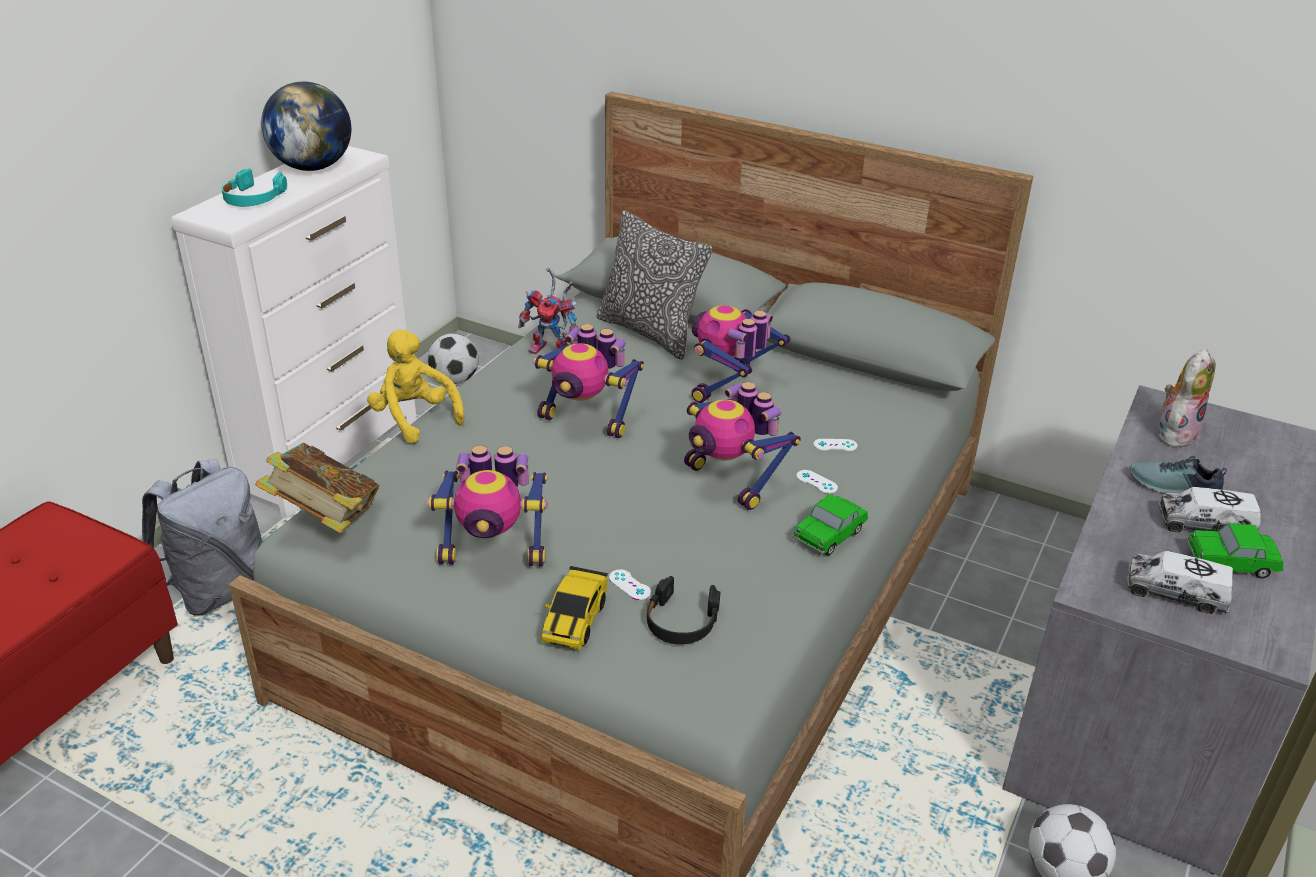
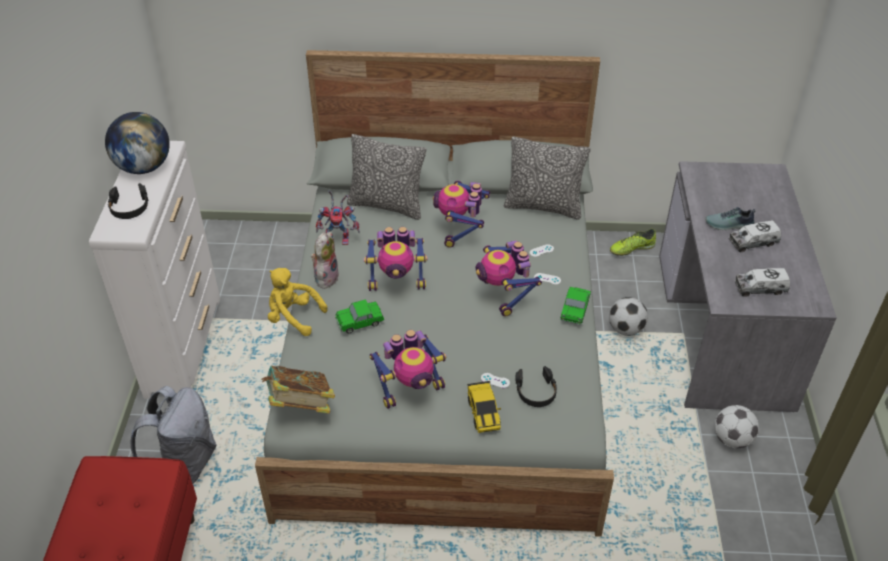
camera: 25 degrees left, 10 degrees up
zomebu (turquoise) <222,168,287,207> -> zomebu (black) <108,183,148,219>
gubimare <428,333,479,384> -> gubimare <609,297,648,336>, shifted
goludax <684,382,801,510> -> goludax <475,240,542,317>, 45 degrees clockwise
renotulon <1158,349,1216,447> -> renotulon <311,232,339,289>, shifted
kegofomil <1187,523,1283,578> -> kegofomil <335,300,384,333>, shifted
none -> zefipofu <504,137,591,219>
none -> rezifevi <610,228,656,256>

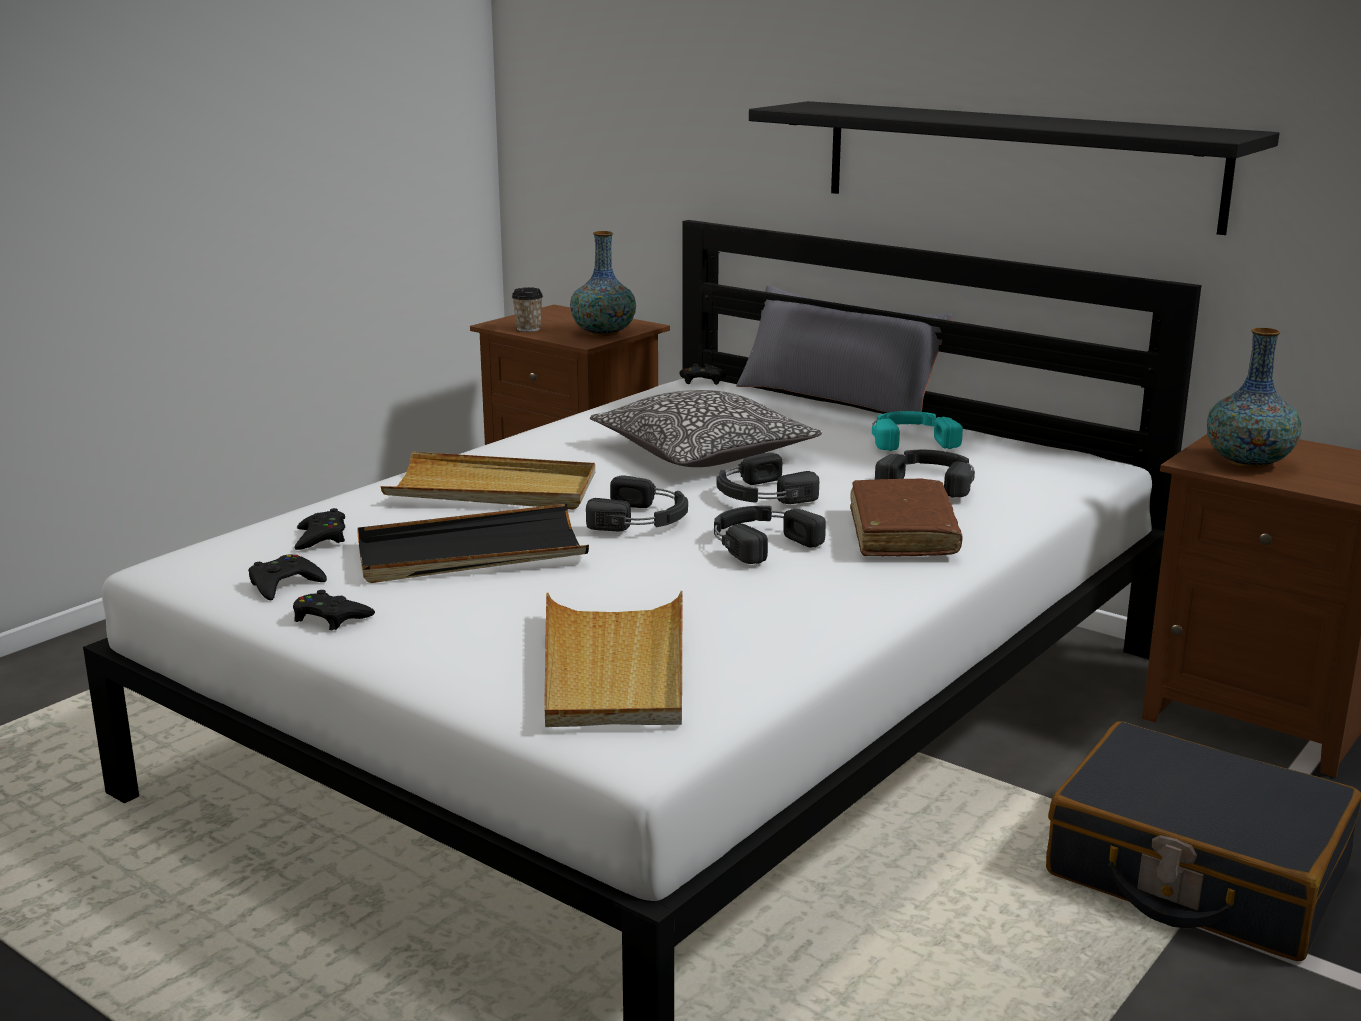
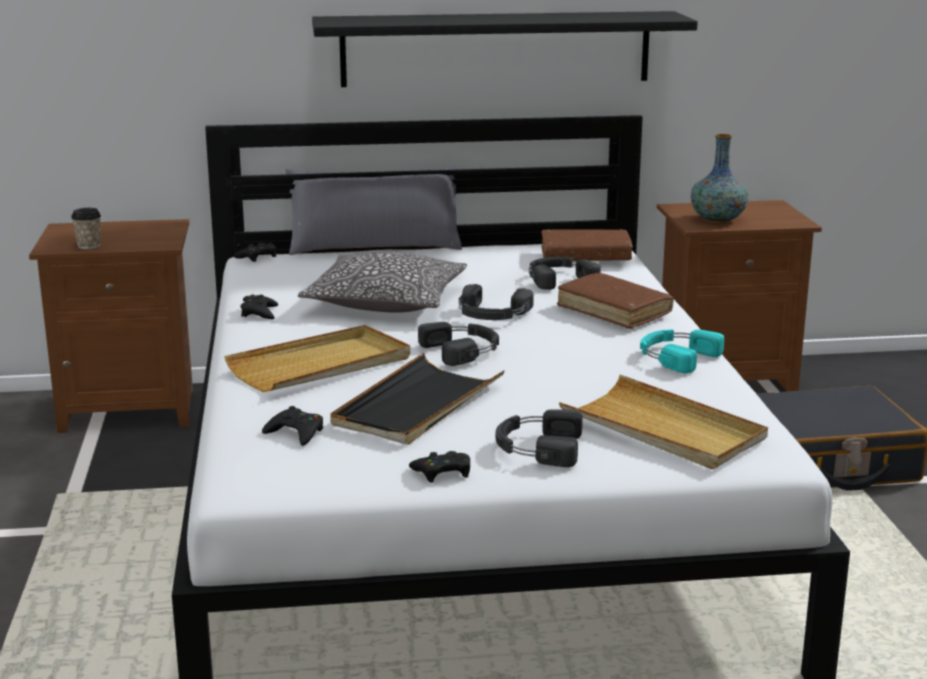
camera: 45 degrees left, 0 degrees up
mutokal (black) <248,554,327,600> -> mutokal (black) <240,294,278,319>, shifted
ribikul <570,231,636,336> -> none
zomebu (black) <714,506,826,564> -> zomebu (black) <496,409,583,467>, shifted
zomebu (turquoise) <872,411,963,451> -> zomebu (turquoise) <640,329,724,374>, shifted
none -> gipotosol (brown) <541,229,633,261>

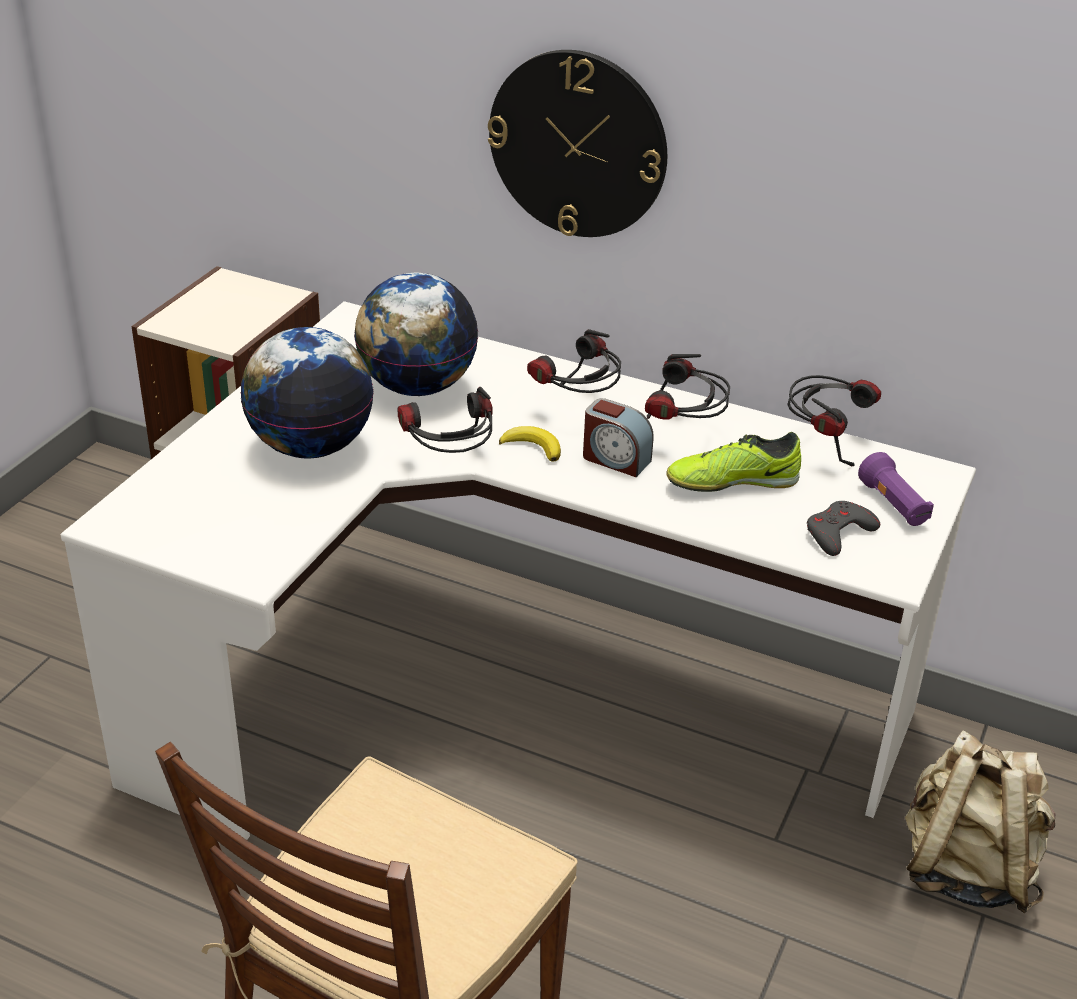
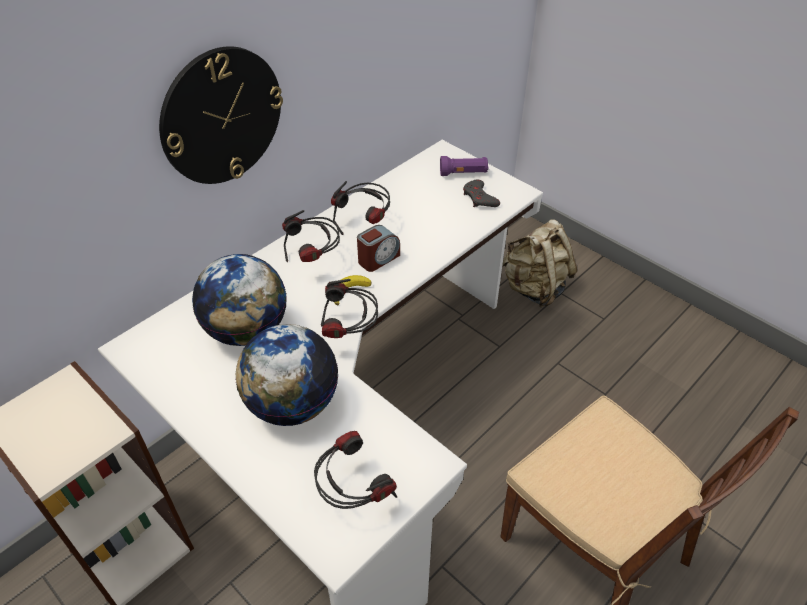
camera: 70 degrees left, 10 degrees up
rezifevi <666,432,801,492> -> none
zomebu <788,375,881,466> -> zomebu <314,431,397,509>, shifted

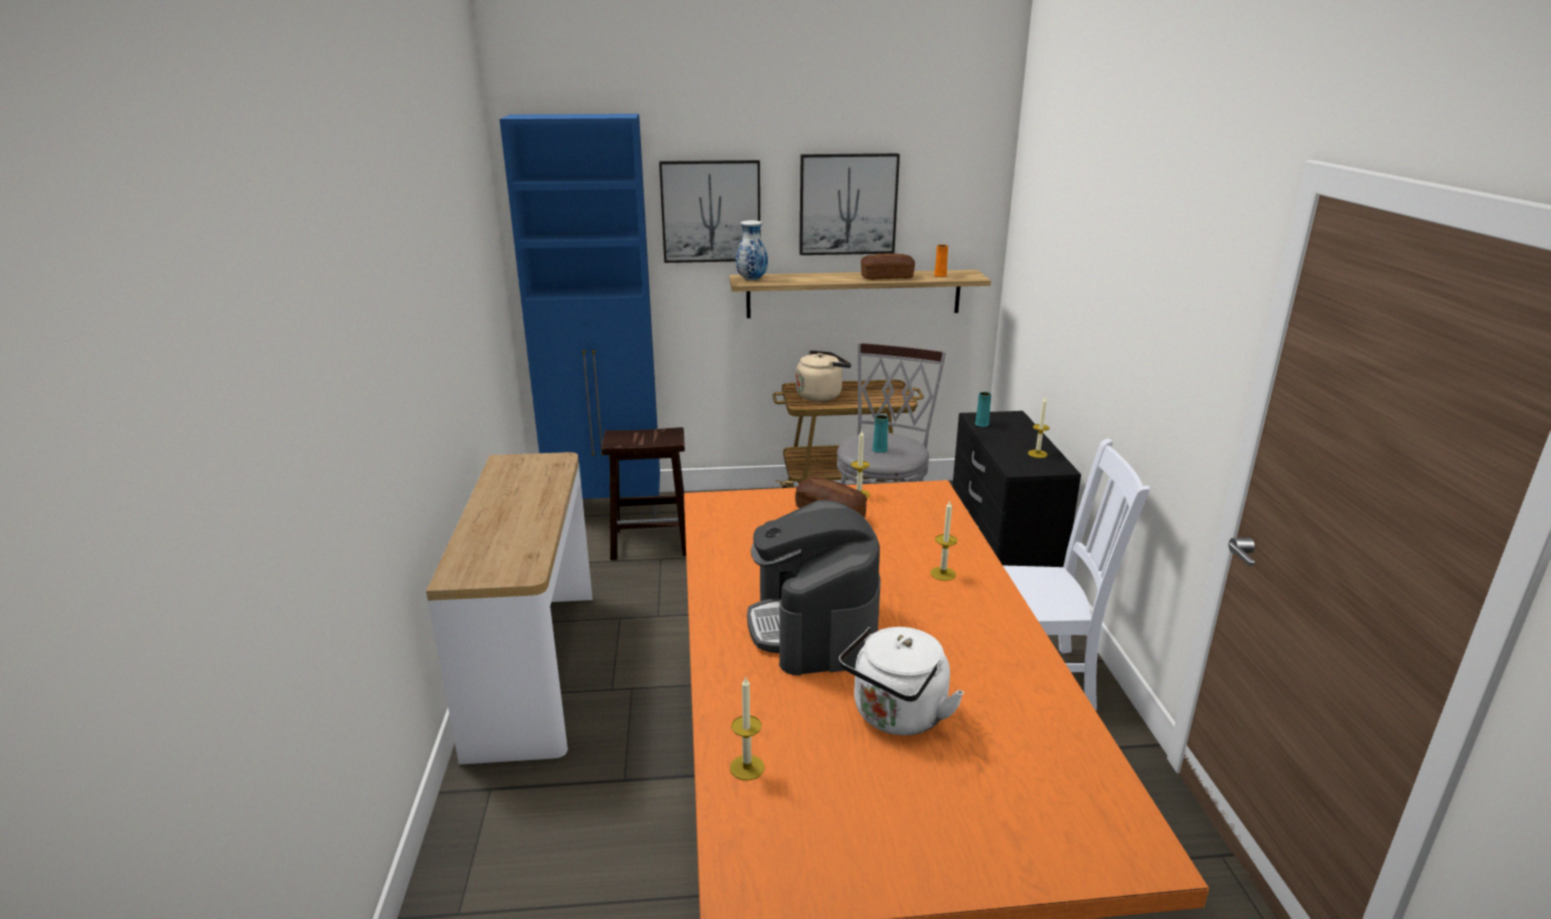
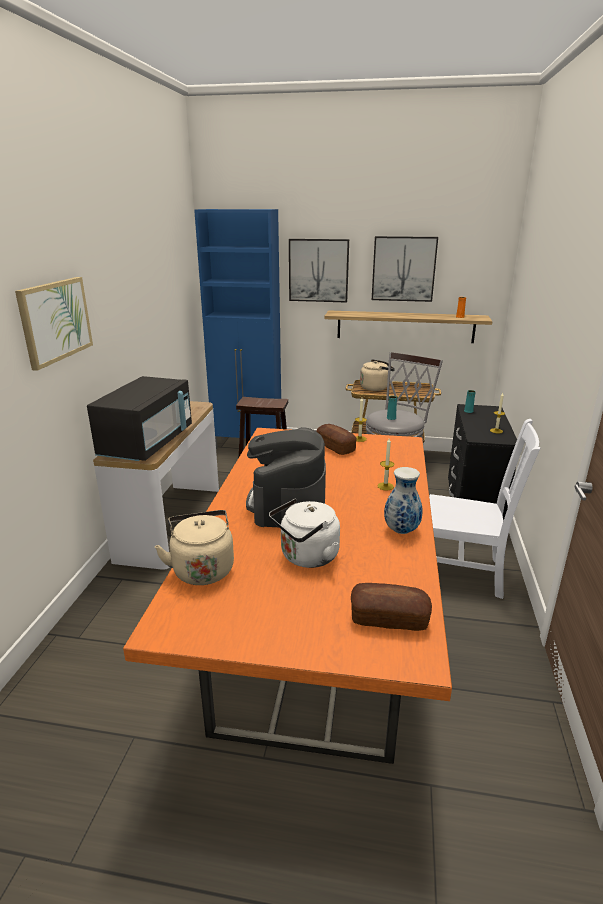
camera: 15 degrees right, 0 degrees up
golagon <730,677,765,781> -> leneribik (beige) <155,510,234,585>
ribikul <736,220,768,281> -> ribikul <384,467,423,534>, shifted
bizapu <861,253,915,280> -> bizapu <351,583,432,631>, shifted
none -> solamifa <15,277,93,371>
none -> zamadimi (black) <87,376,192,461>

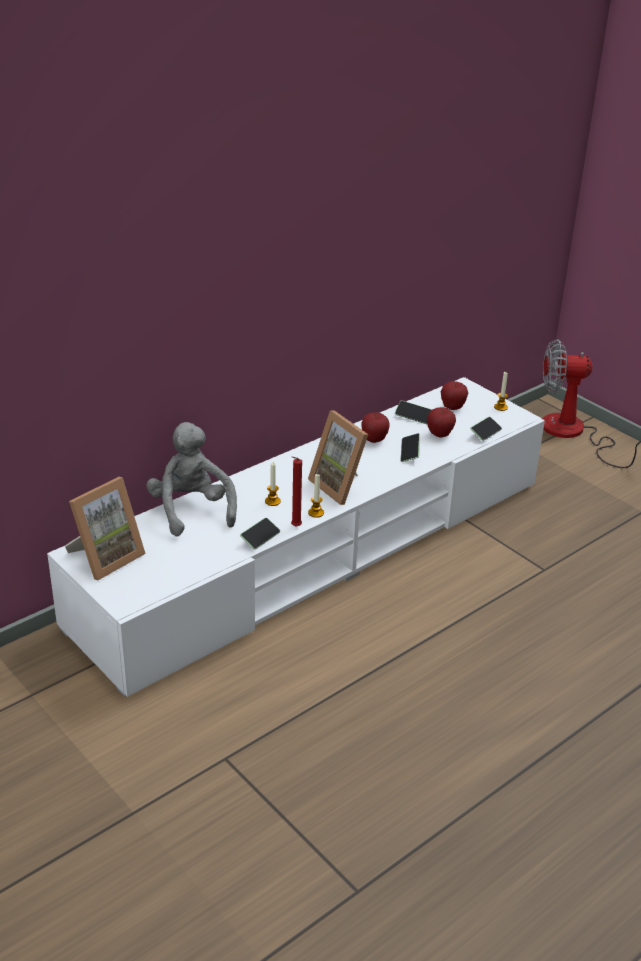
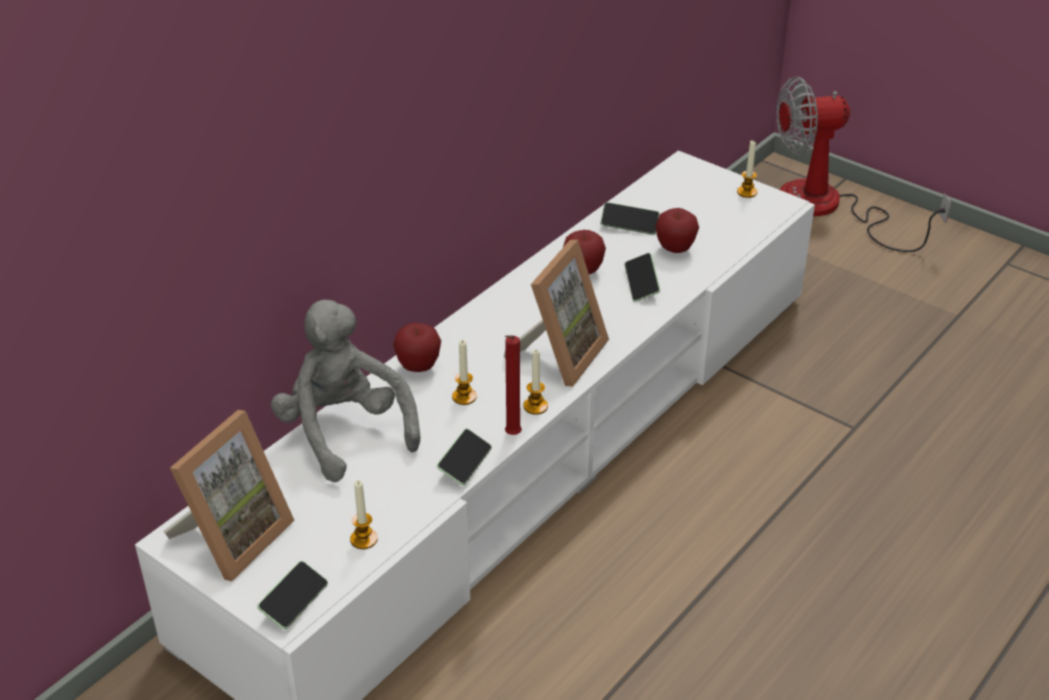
camera: 10 degrees left, 5 degrees up
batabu <308,410,368,505> -> batabu <504,240,609,386>, 105 degrees counterclockwise
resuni <441,381,468,410> -> resuni <393,323,441,372>, shifted
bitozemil <470,417,502,441> -> bitozemil <257,561,328,629>, shifted
none -> golagon <350,480,378,549>

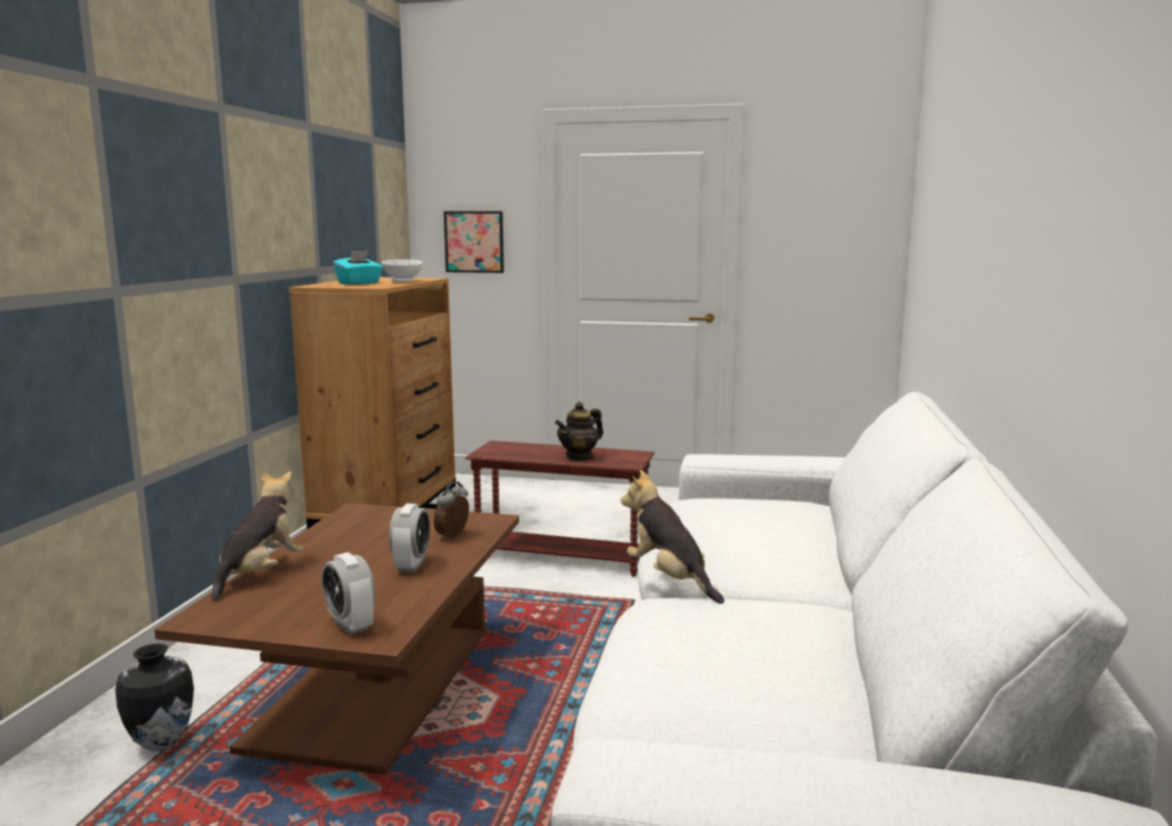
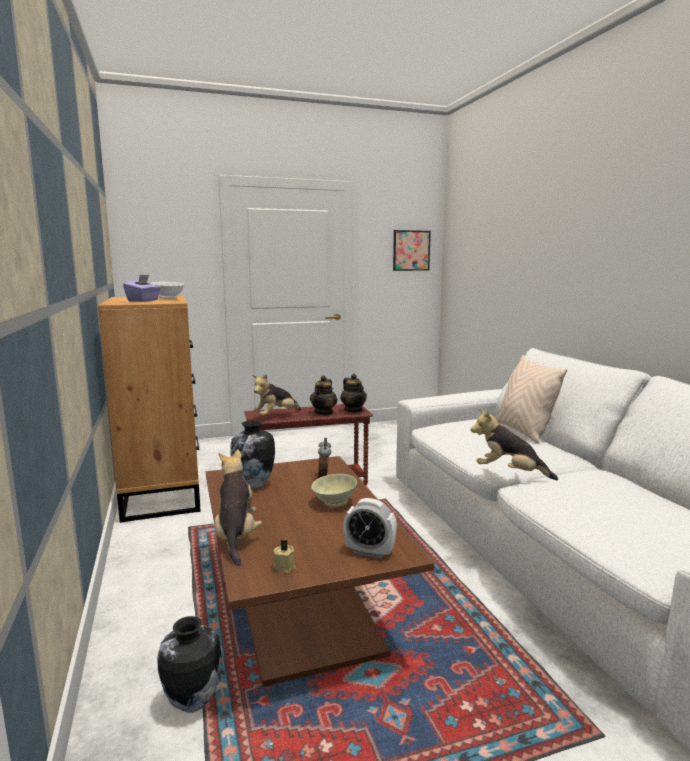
camera: 30 degrees left, 0 degrees up
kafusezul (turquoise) <333,251,382,285> -> kafusezul (purple) <123,275,160,302>
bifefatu <389,504,430,573> -> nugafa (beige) <311,474,357,507>
solamifa <444,211,504,273> -> solamifa <393,230,431,271>, shifted
none -> ribikul <230,420,275,488>
none -> renotulon <252,374,301,416>
none -> golagon (beige) <274,539,296,573>
none -> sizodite <340,374,367,412>
none -> zefipofu (beige) <496,355,567,443>

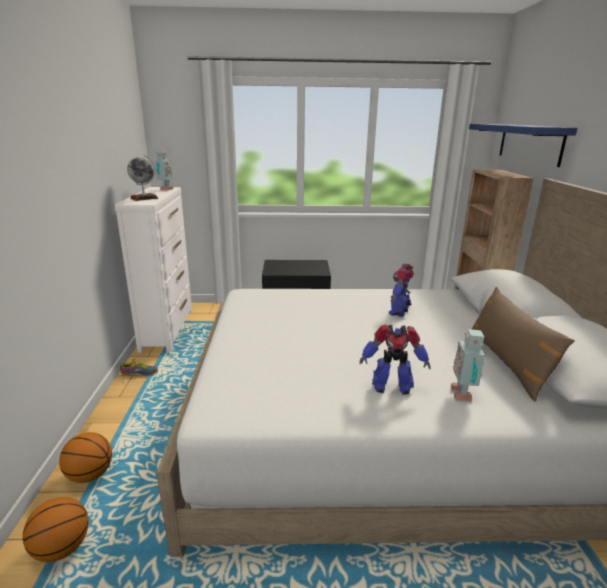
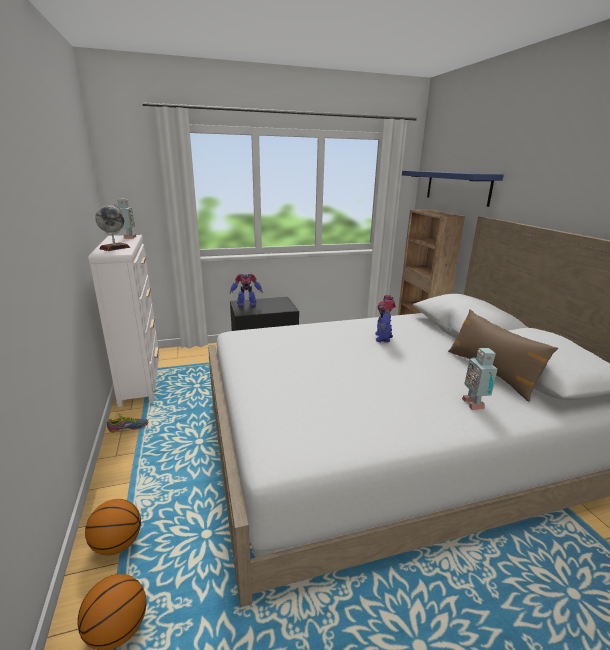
camera: 15 degrees left, 0 degrees up
goludax <360,324,430,395> -> goludax <230,274,263,307>, shifted

